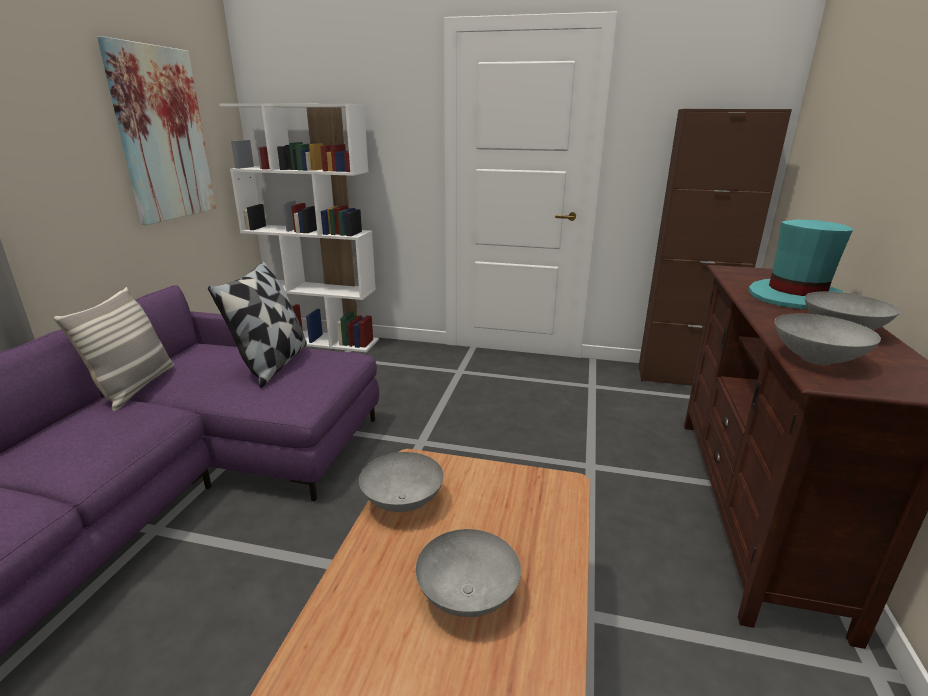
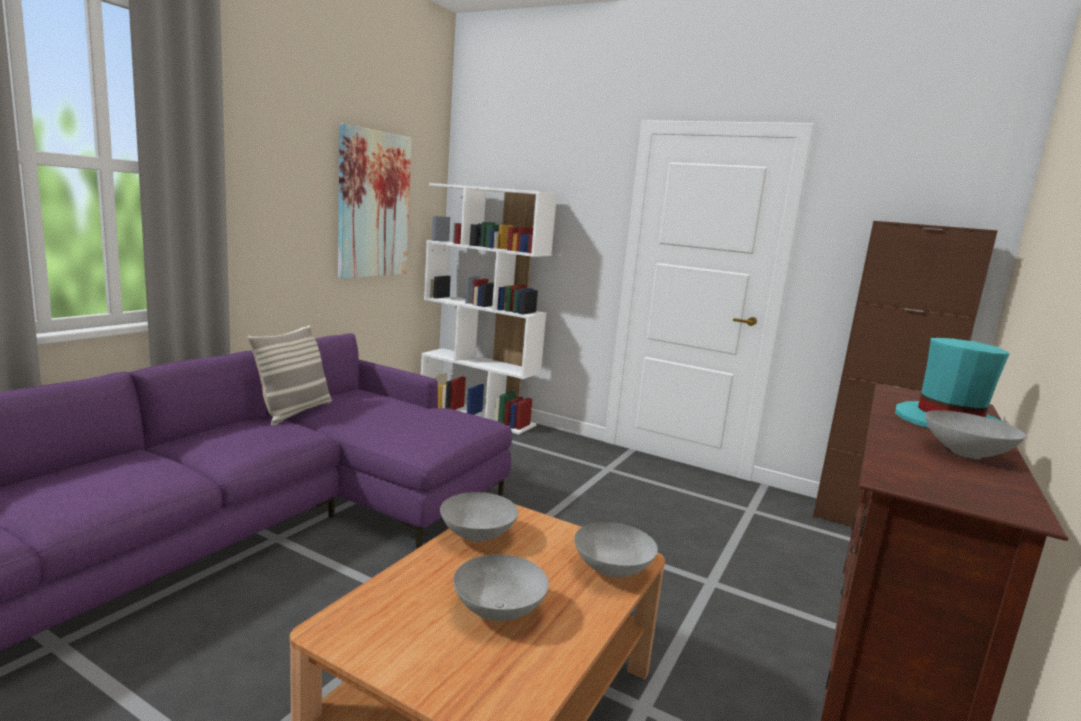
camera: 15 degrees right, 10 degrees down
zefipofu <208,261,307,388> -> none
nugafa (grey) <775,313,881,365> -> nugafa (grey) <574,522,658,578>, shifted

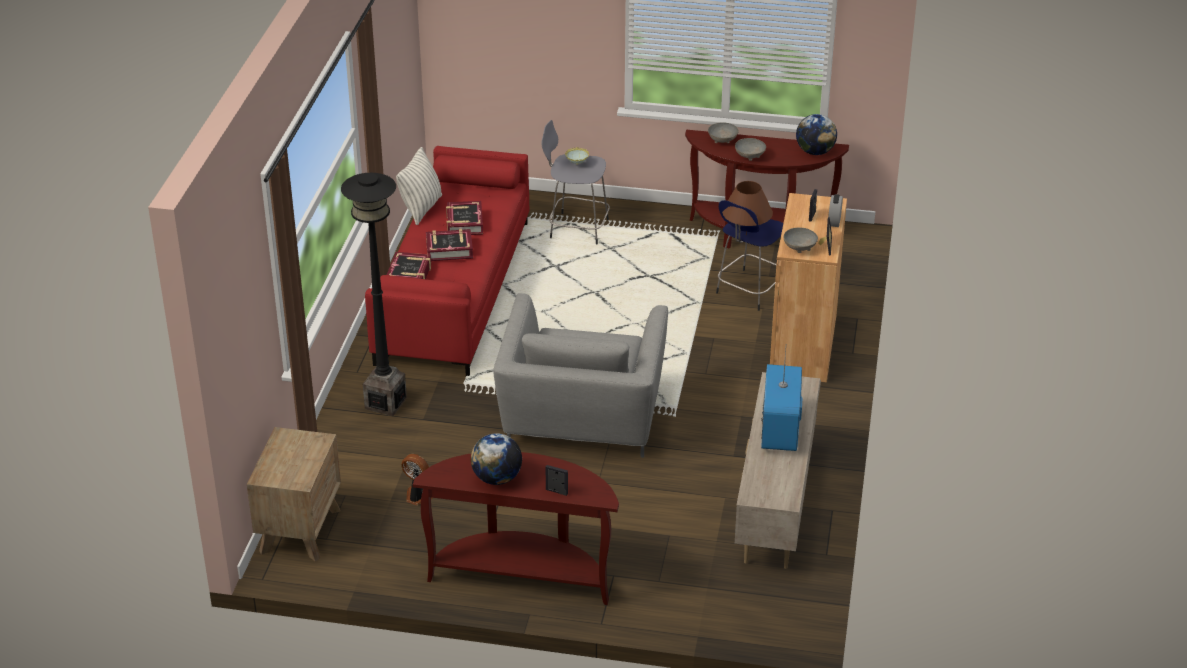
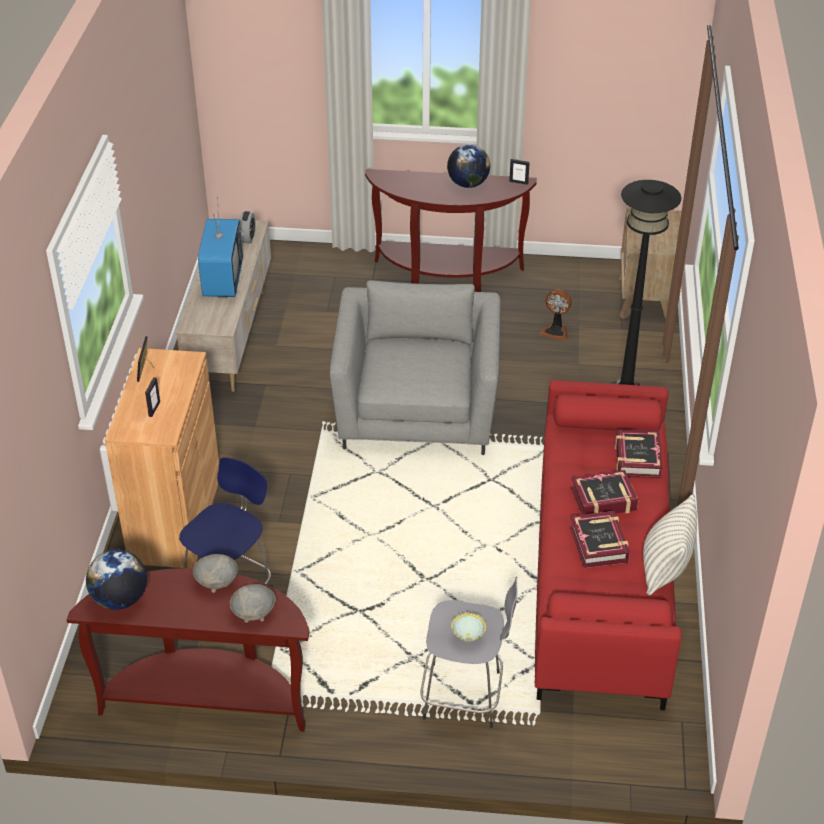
camera: 175 degrees right, 5 degrees up
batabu <546,465,568,496> -> batabu <509,159,530,185>, shifted
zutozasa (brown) <722,181,773,235> -> none
nugafa (grey) <784,228,818,253> -> none
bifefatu <828,194,843,227> -> bifefatu <240,211,256,244>, shifted

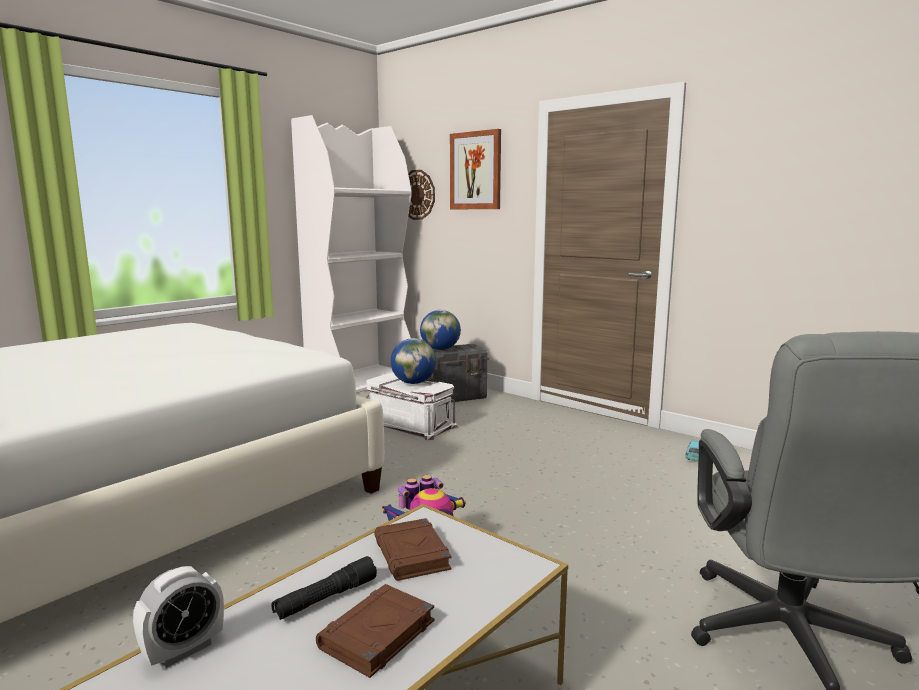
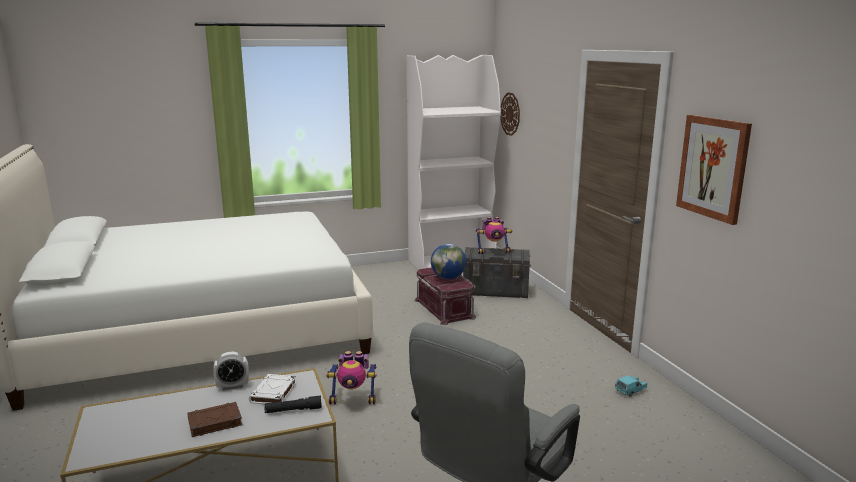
camera: 30 degrees right, 5 degrees up
bifefatu <133,566,224,668> -> bifefatu <213,352,249,390>, shifted
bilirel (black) <271,556,377,620> -> bilirel (black) <264,396,322,413>, shifted
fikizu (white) <366,373,458,440> -> fikizu (red) <415,267,476,325>
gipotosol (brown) <374,518,452,581> -> gipotosol (white) <249,374,296,404>
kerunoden <420,310,461,350> -> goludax <475,217,513,254>
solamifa <450,129,501,209> -> solamifa <676,115,752,225>, shifted

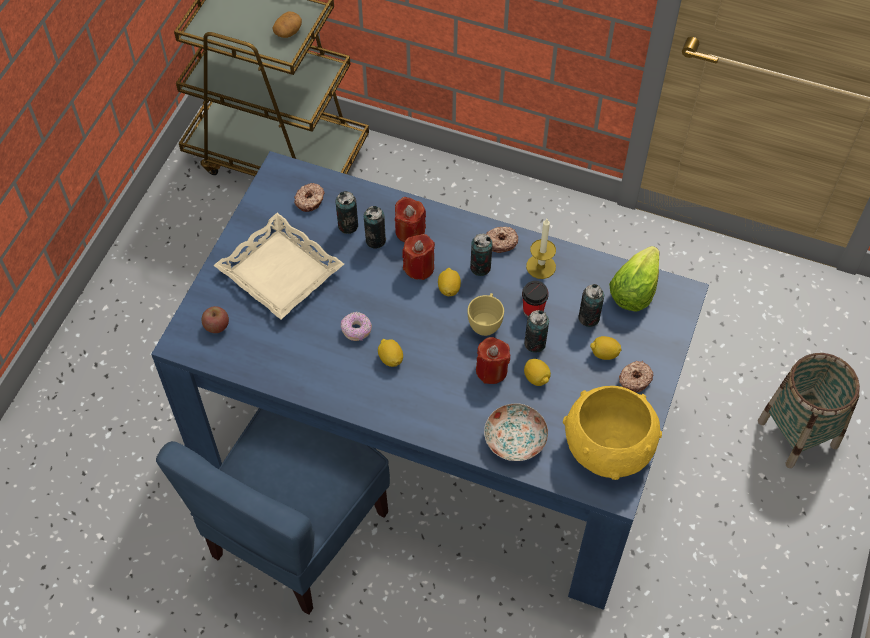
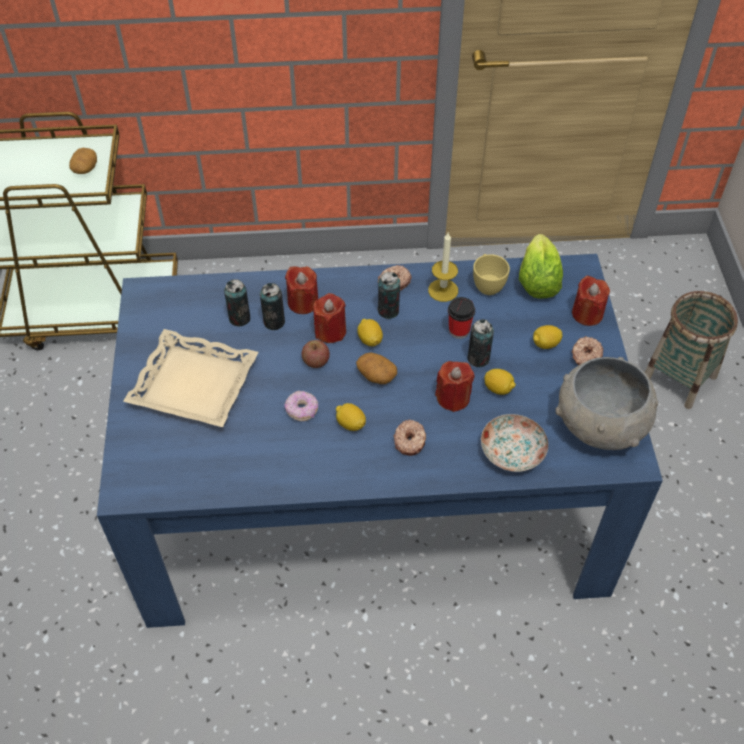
camera: 25 degrees left, 5 degrees down
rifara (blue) <156,408,390,615> -> none
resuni <202,306,229,333> -> resuni <302,340,330,368>, shifted
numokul <294,183,325,212> -> numokul <393,420,426,456>, shifted
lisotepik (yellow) <468,293,504,336> -> lisotepik (yellow) <473,254,510,295>, shifted
nugafa (yellow) <563,386,662,480> -> nugafa (grey) <556,357,658,450>
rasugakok <579,284,604,327> -> none
none -> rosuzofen <356,352,397,384>
none -> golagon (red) <572,276,610,326>

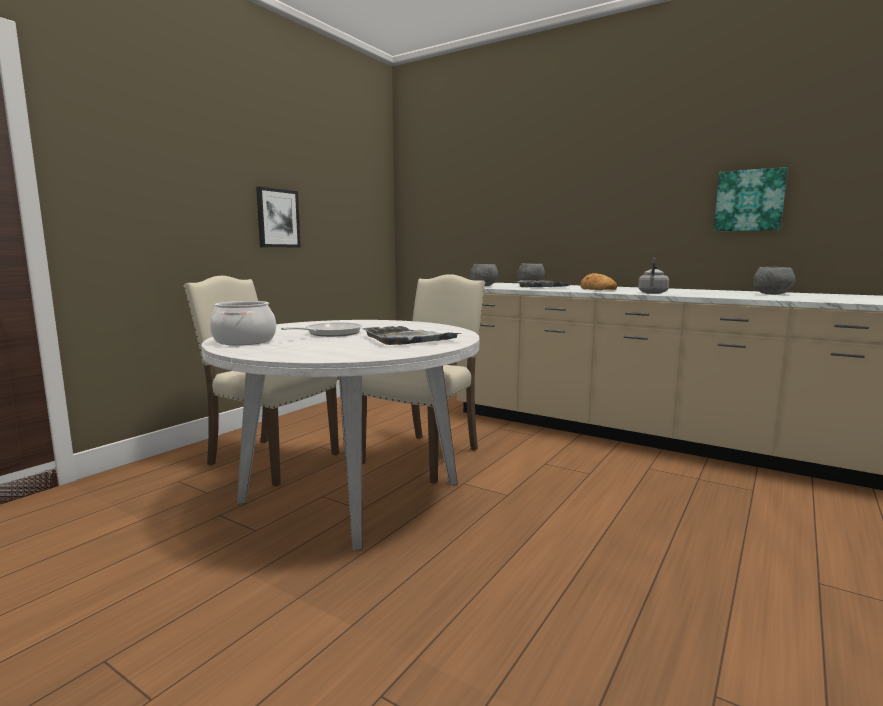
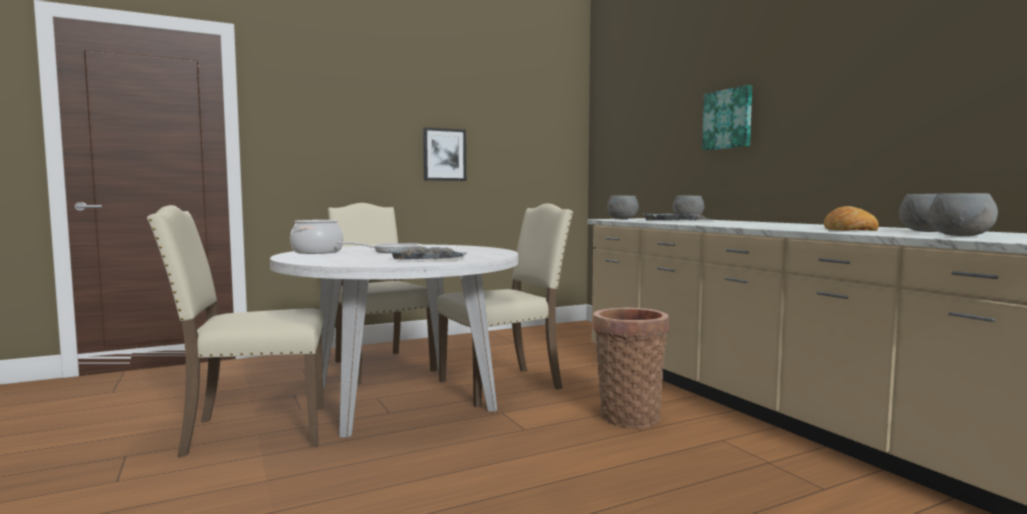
camera: 30 degrees right, 5 degrees down
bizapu <580,273,617,290> -> bizapu <824,206,879,231>, shifted
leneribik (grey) <638,257,669,294> -> none
solamifa <714,167,788,231> -> solamifa <702,85,752,151>, shifted
none -> rifara (beige) <147,205,324,457>
none -> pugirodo <593,307,669,428>
none -> nugafa (grey) <928,193,998,236>

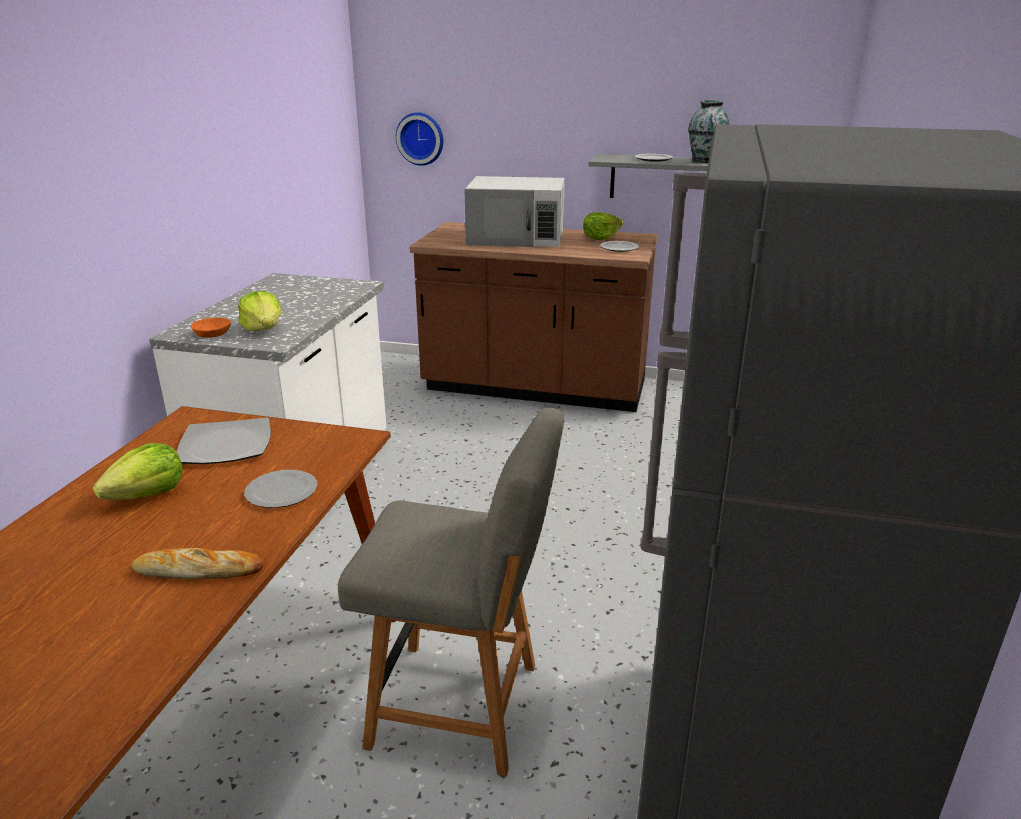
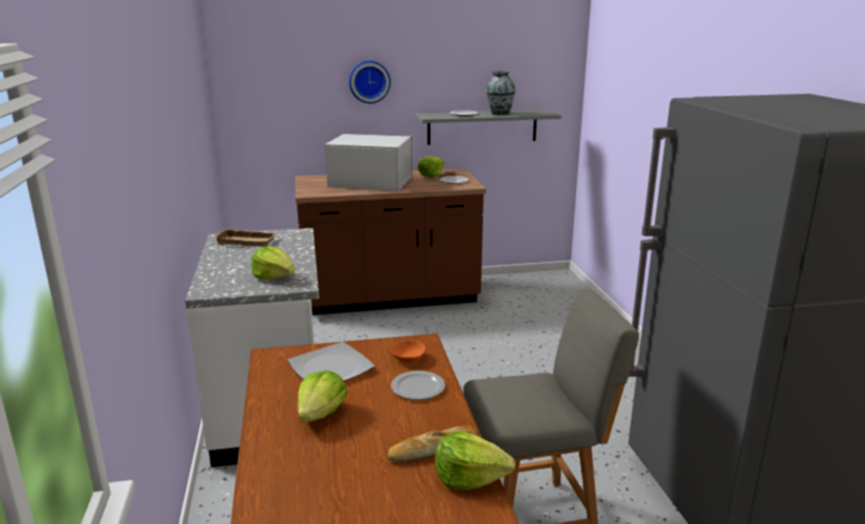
camera: 25 degrees left, 5 degrees down
nugafa (orange) <191,317,231,338> -> nugafa (orange) <391,340,426,363>, shifted
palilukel <396,112,443,166> -> palilukel <349,61,391,103>, shifted
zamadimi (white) <465,176,565,247> -> zamadimi (white) <325,134,412,191>, 150 degrees counterclockwise
none -> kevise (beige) <213,229,277,247>
none -> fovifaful <435,431,515,490>

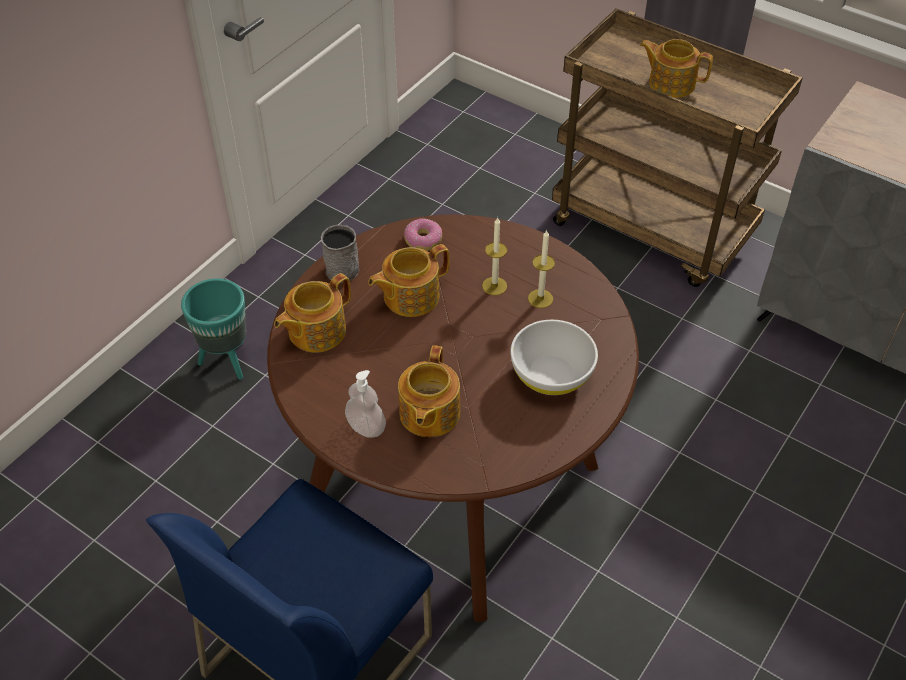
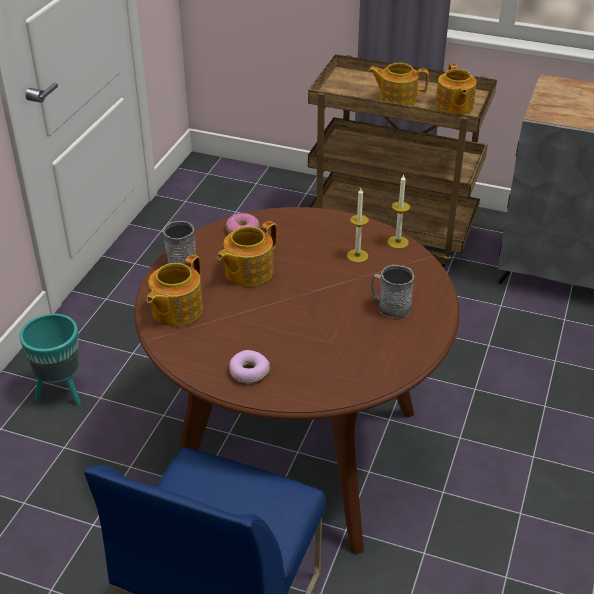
camera: 15 degrees left, 10 degrees down
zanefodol <345,370,386,438> -> numokul <229,350,270,383>
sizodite <398,345,460,437> -> sizodite <435,63,476,115>, shifted
golagon <482,217,507,295> -> golagon <387,174,410,249>, shifted
nugafa (white) <511,319,598,395> -> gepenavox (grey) <371,265,414,319>

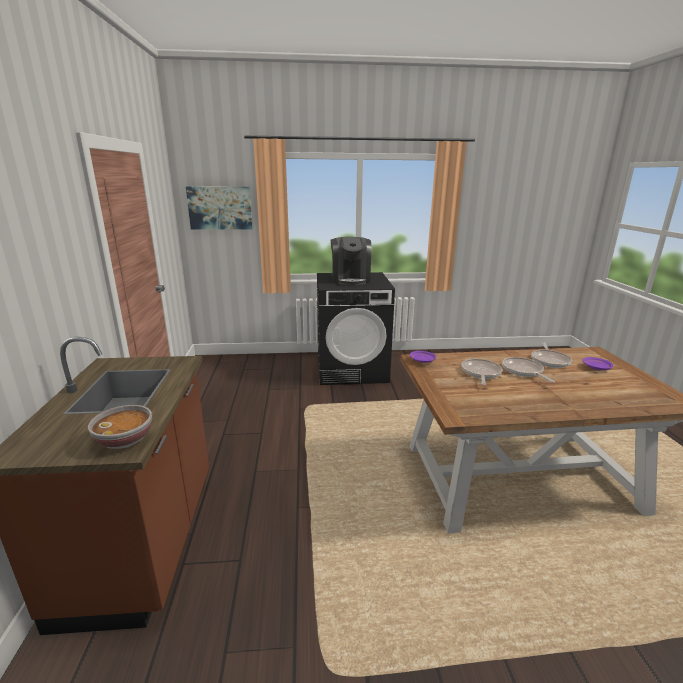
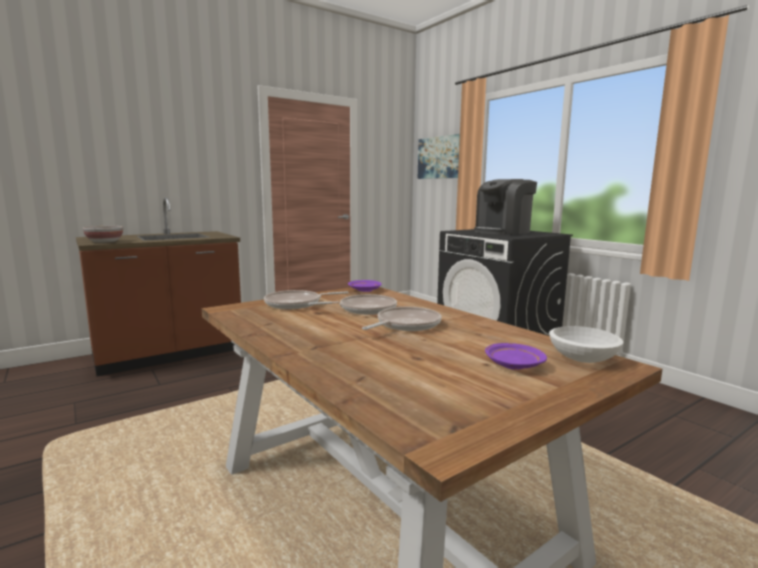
camera: 60 degrees right, 10 degrees down
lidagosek <531,342,572,368> -> lidagosek <264,290,349,309>, shifted
none -> nugafa (white) <549,326,623,363>

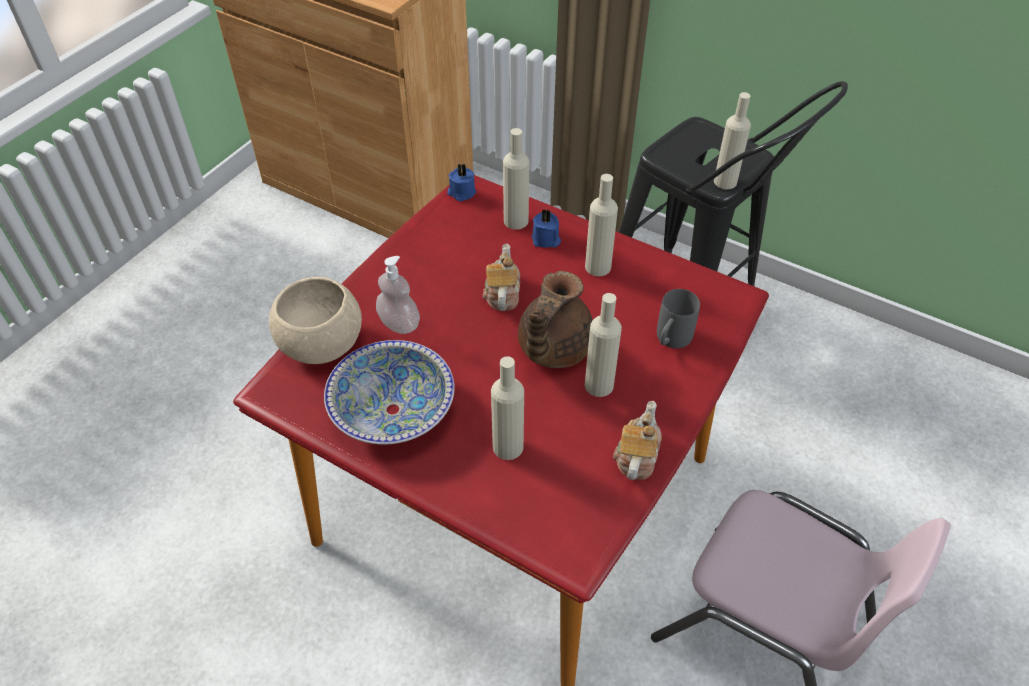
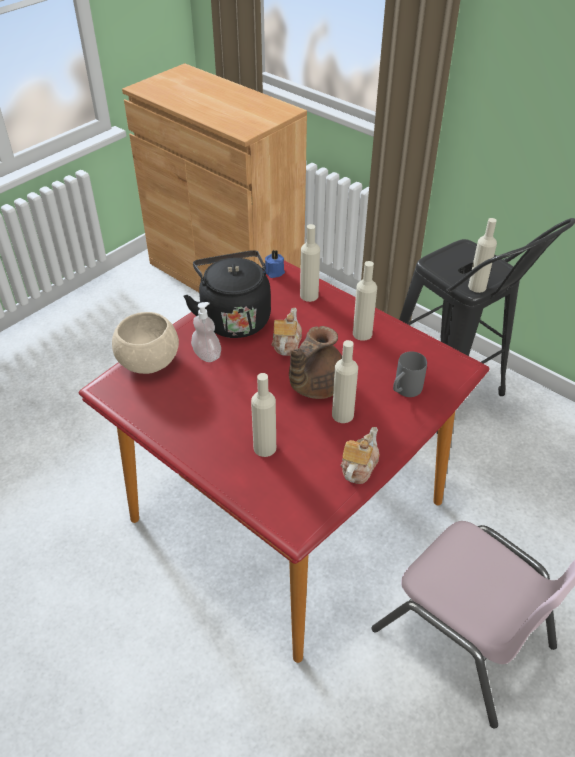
camera: 10 degrees right, 5 degrees down
nugafa <324,340,455,445> -> none
golagon (blue) <532,209,561,248> -> none
none -> leneribik (black) <184,250,271,338>

